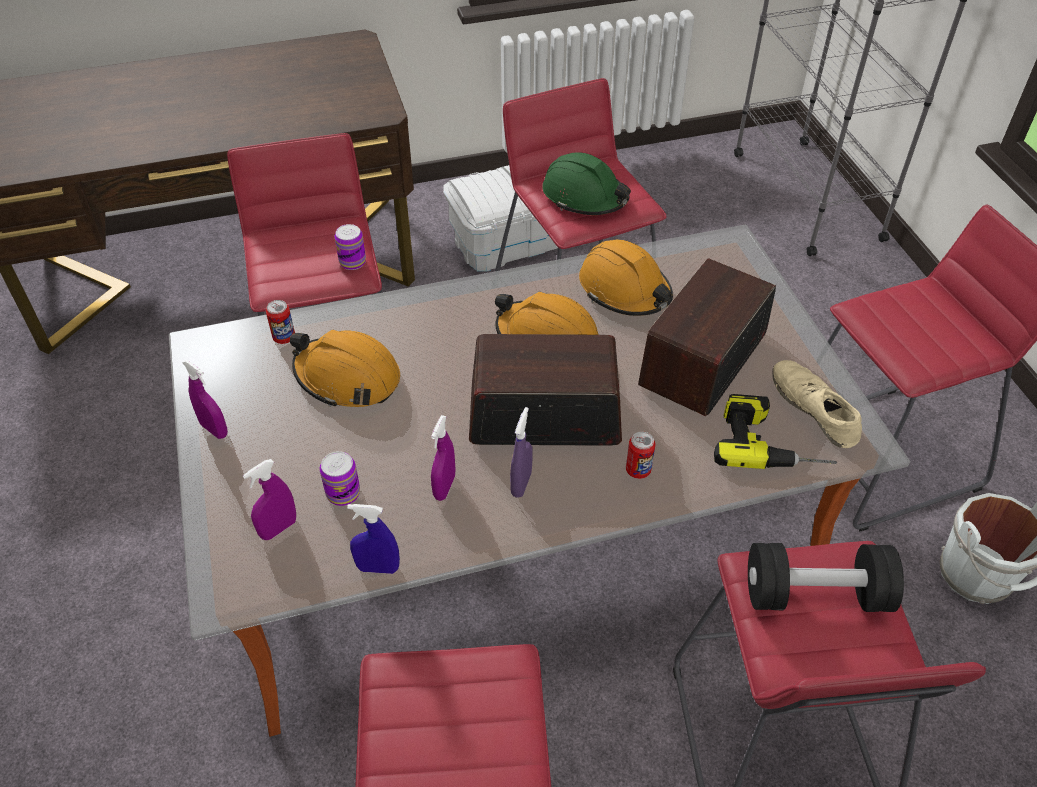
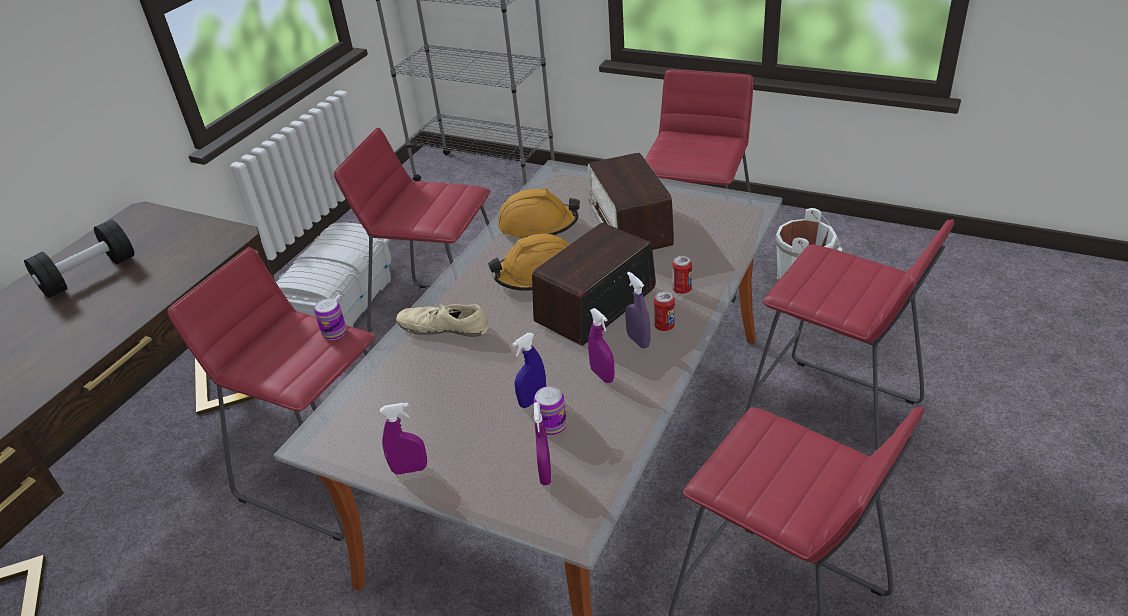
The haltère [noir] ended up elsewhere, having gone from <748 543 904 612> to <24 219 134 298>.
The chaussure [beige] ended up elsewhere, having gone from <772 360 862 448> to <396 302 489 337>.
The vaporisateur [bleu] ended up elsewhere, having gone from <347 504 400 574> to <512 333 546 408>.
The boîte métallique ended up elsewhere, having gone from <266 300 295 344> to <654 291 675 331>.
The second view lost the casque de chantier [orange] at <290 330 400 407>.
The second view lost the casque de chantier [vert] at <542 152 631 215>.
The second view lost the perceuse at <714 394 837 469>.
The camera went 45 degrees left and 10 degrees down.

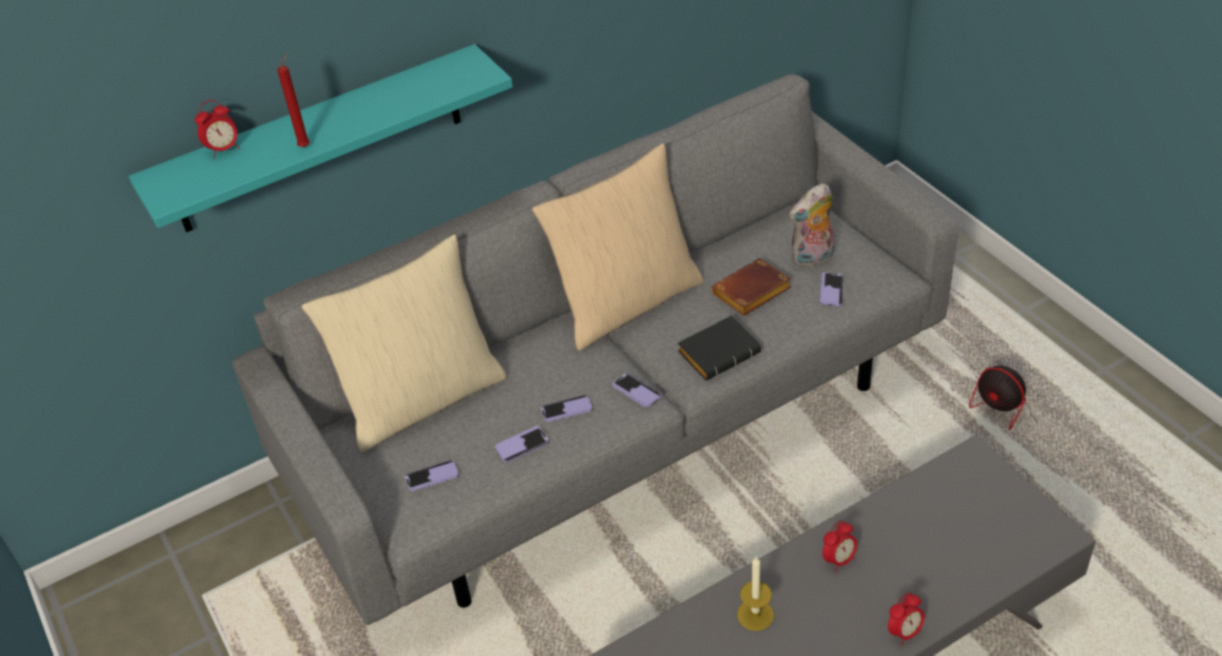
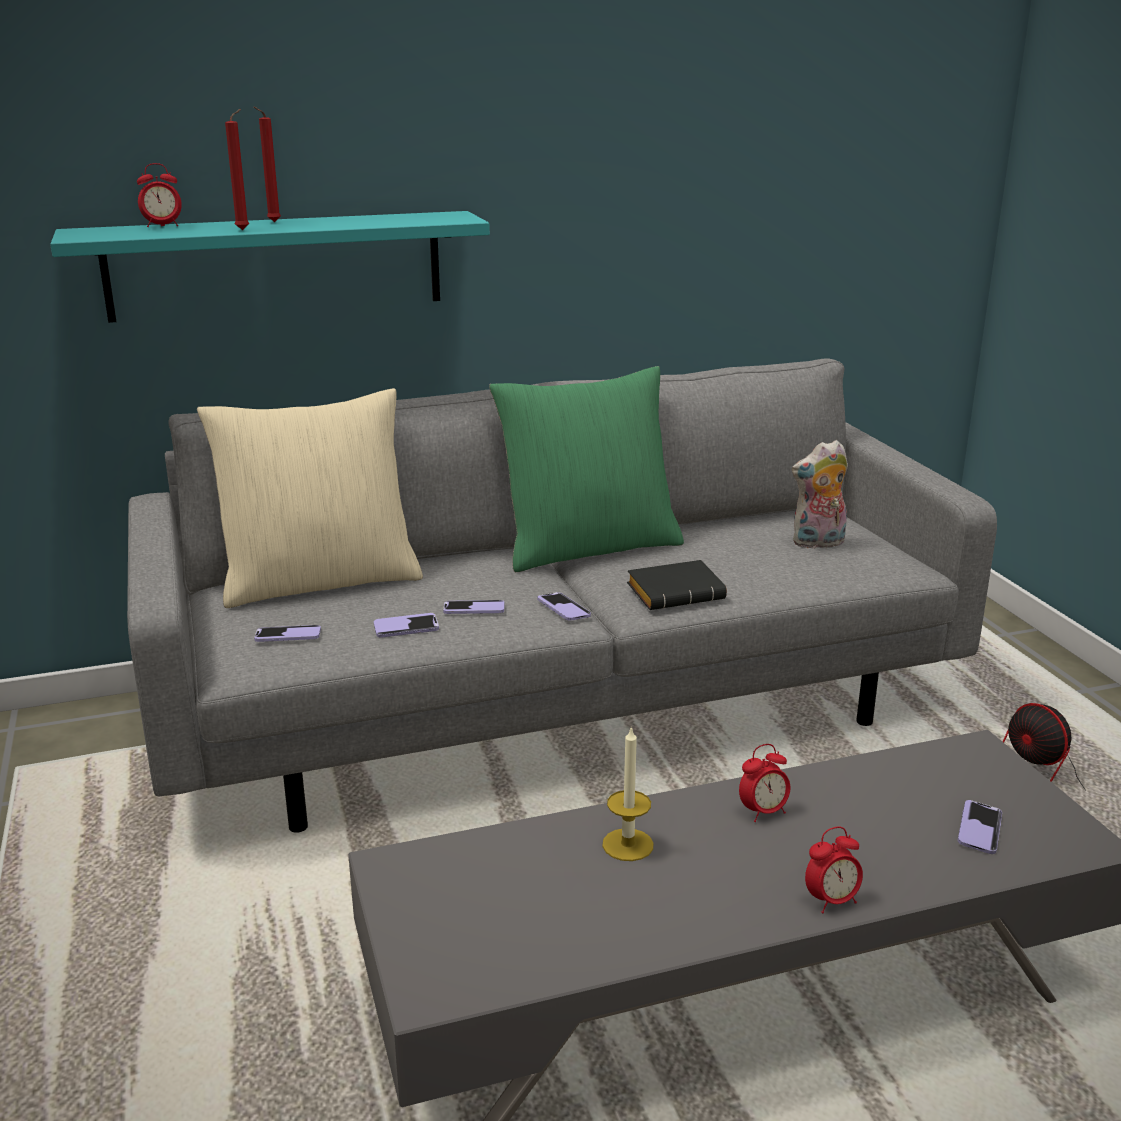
The second view gained the bougie [rouge] at <253 107 281 222>.
What was the coussin [beige] at <532 143 704 351> turned into the coussin [vert] at <489 366 684 572>.
The téléphone ended up elsewhere, having gone from <820 272 844 307> to <957 800 1002 854>.
The second view lost the livre [marron] at <711 258 791 316>.
The camera went 10 degrees right and 20 degrees down.

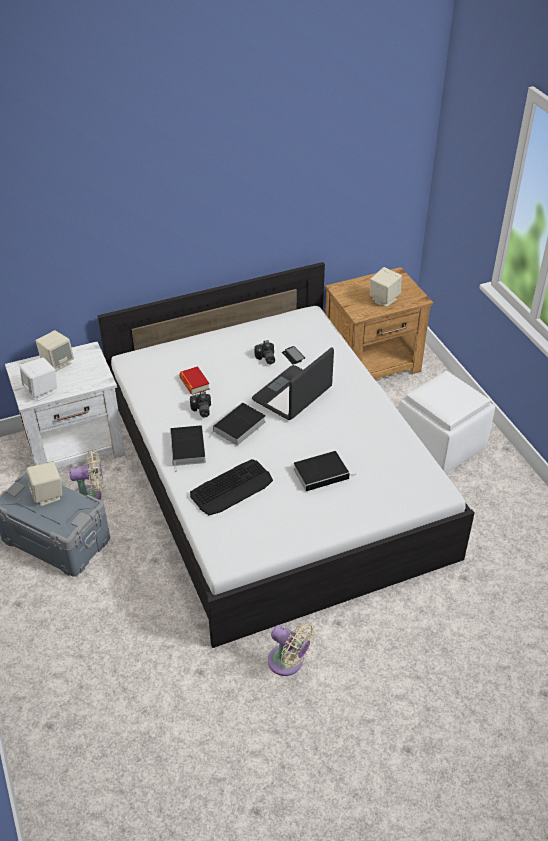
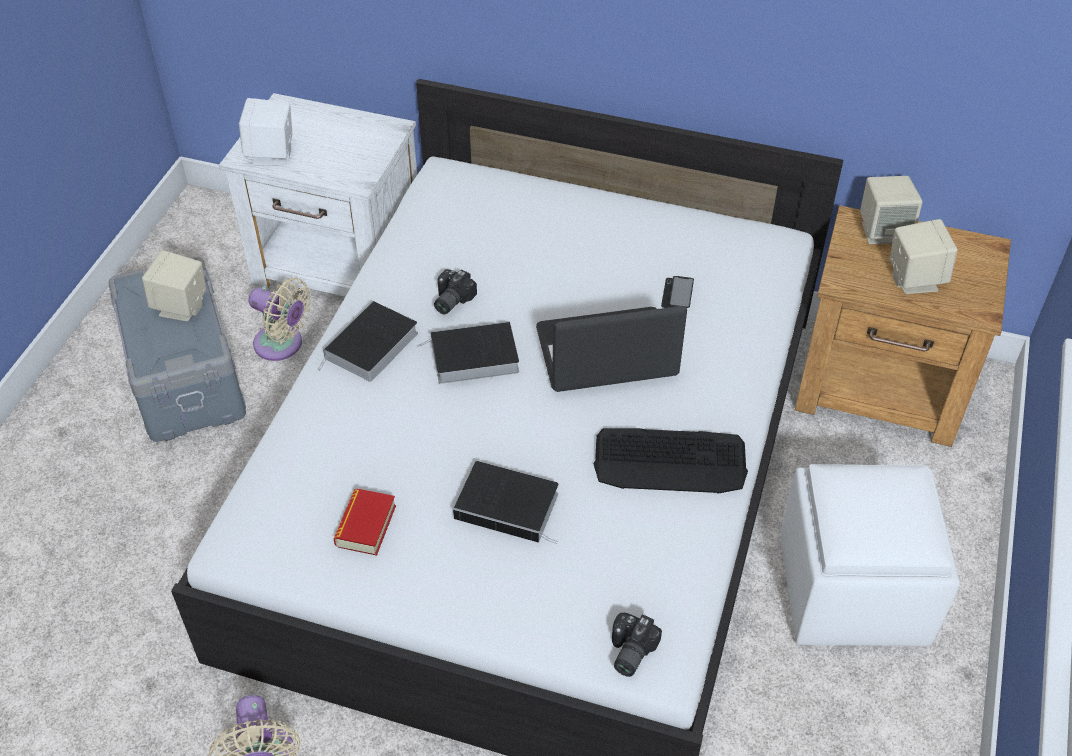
The livre ended up elsewhere, having gone from <179 366 210 395> to <334 489 396 556>.
The clavier ended up elsewhere, having gone from <190 459 273 515> to <593 428 748 493>.
The appareil photo ended up elsewhere, having gone from <254 340 275 364> to <612 613 662 677>.
The enceinte [beige] ended up elsewhere, having gone from <36 330 74 372> to <860 176 923 244>.
The camera went 40 degrees right and 5 degrees up.

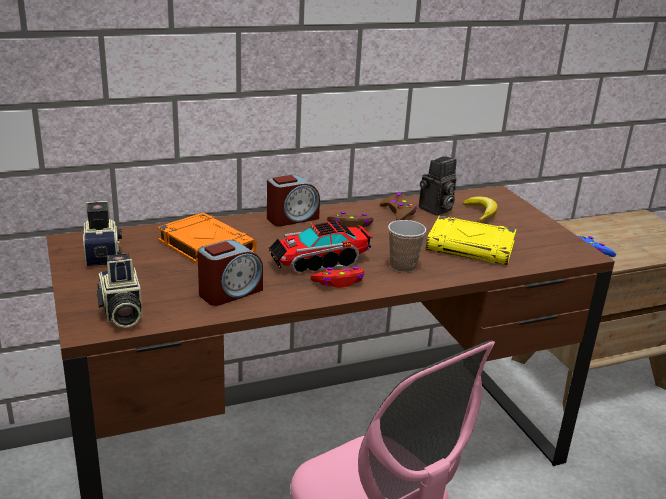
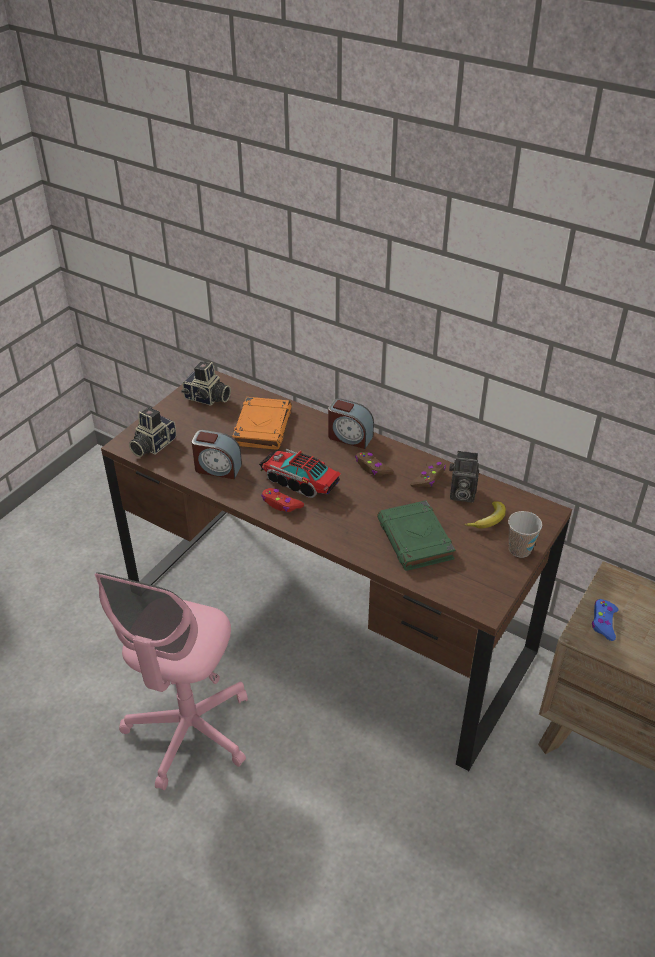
The appareil photo at <83 201 122 267> ended up facing another way, 75 degrees clockwise from before.
What was the livre [jaune] at <426 216 517 265> turned into the livre [vert] at <377 500 455 571>.
The tasse ended up elsewhere, having gone from <388 220 426 273> to <508 511 542 558>.
The camera went 55 degrees right and 15 degrees up.

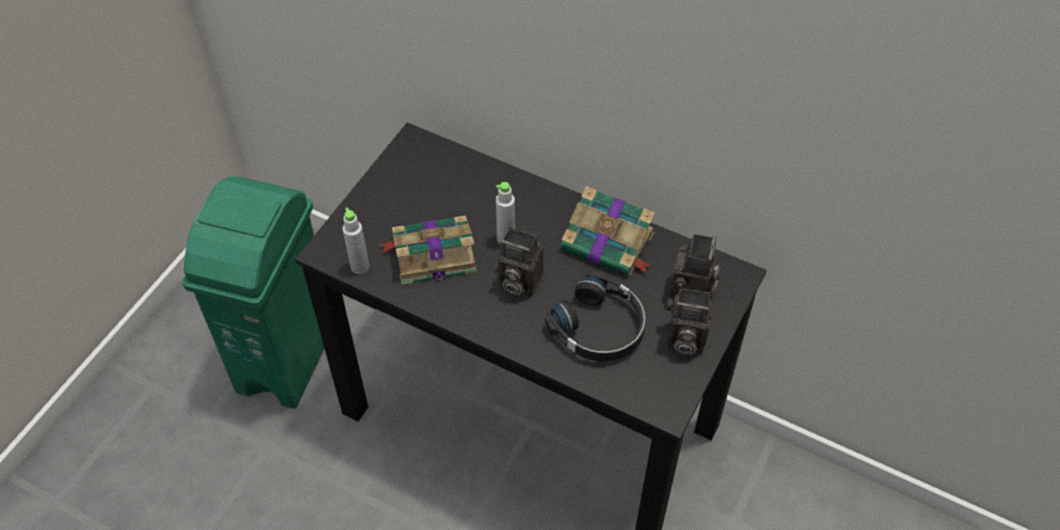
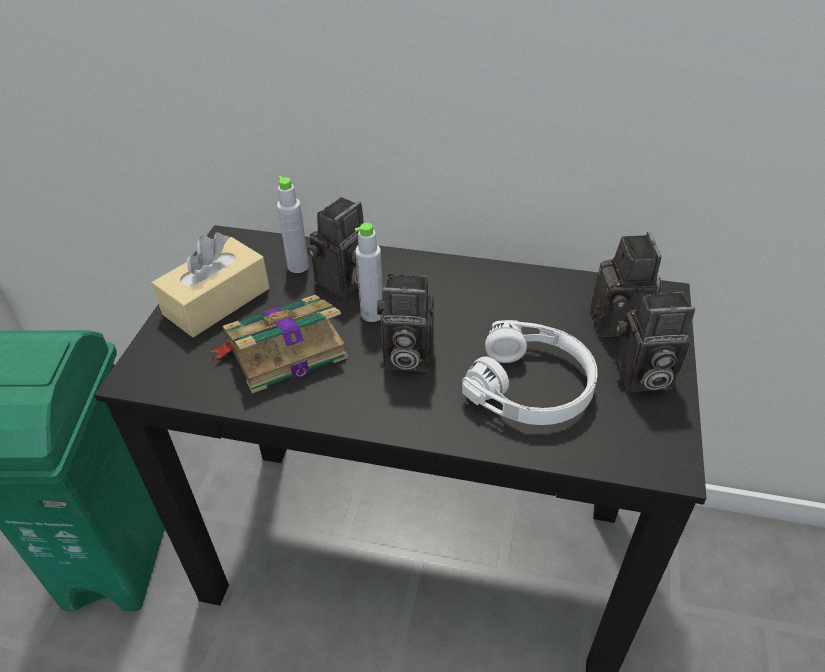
The second view gained the boîte à mouchoirs [beige] at <152 232 270 337>.
The bouteille [gris] ended up elsewhere, having gone from <342 208 369 274> to <277 176 309 273>.
The second view gained the appareil photo at <307 197 364 297>.
What was the casque audio [noir] at <545 272 646 361> turned into the casque audio [blanc] at <462 320 598 425>.
The second view lost the livre at <561 186 655 276>.
The camera went 15 degrees left and 10 degrees down.

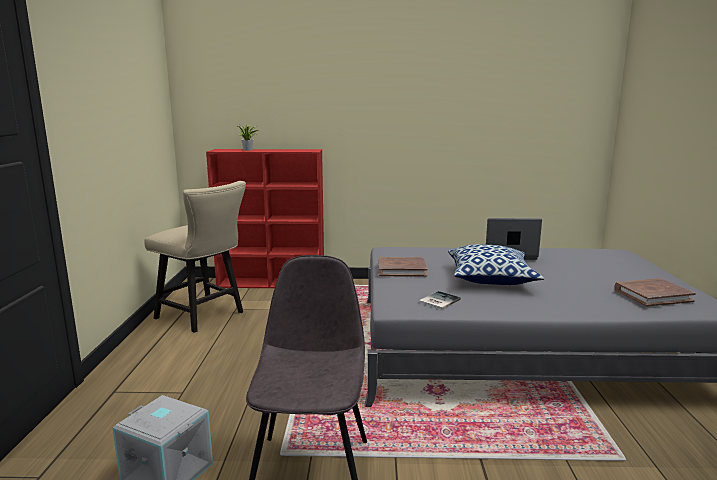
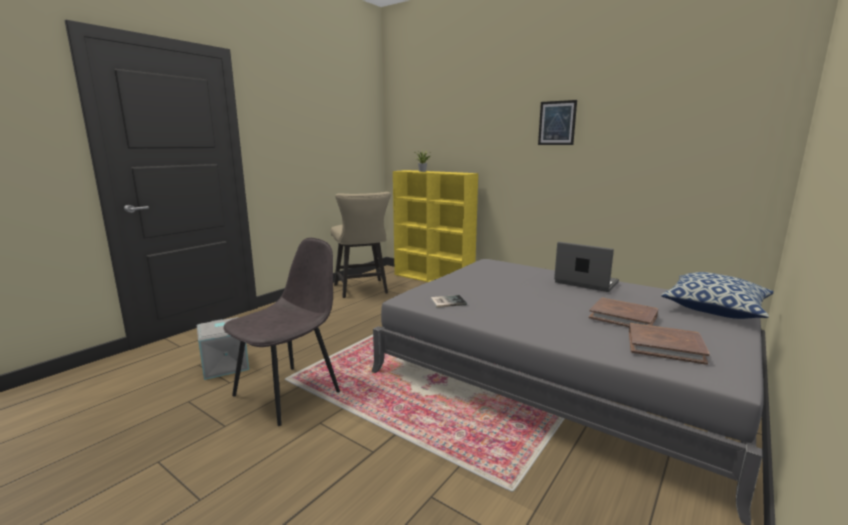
What was the bibliothèque [rouge] at <206 149 324 288> turned into the bibliothèque [jaune] at <393 170 478 282>.
The second view gained the tableau at <538 100 577 145>.
The livre [marron] ended up elsewhere, having gone from <378 257 428 277> to <589 298 658 327>.
The coussin ended up elsewhere, having gone from <448 244 544 285> to <661 272 774 319>.
The camera went 35 degrees right and 0 degrees up.

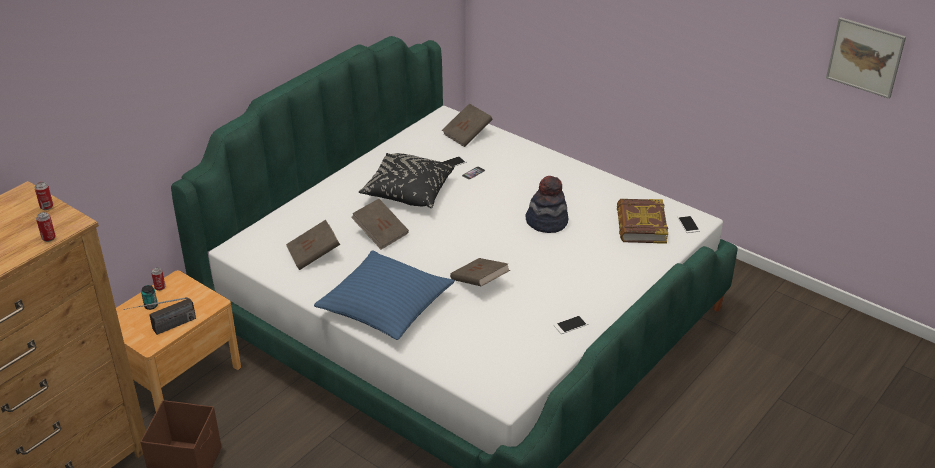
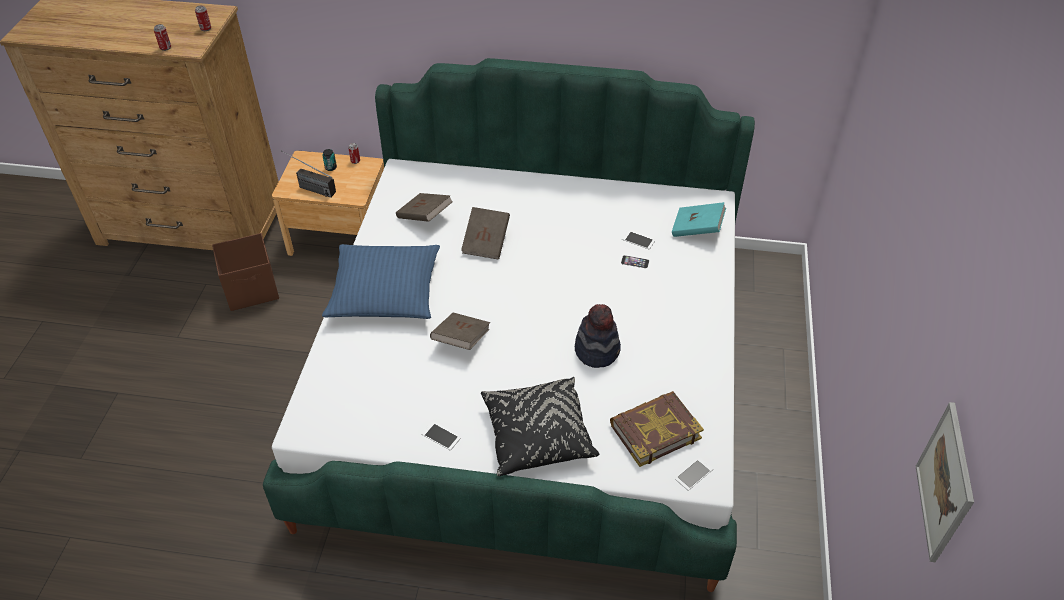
The coussin [noir] ended up elsewhere, having gone from <359 153 455 208> to <481 377 599 476>.
What was the livre [marron] at <442 103 493 147> turned into the livre [turquoise] at <672 202 726 237>.
The camera went 60 degrees right and 10 degrees up.

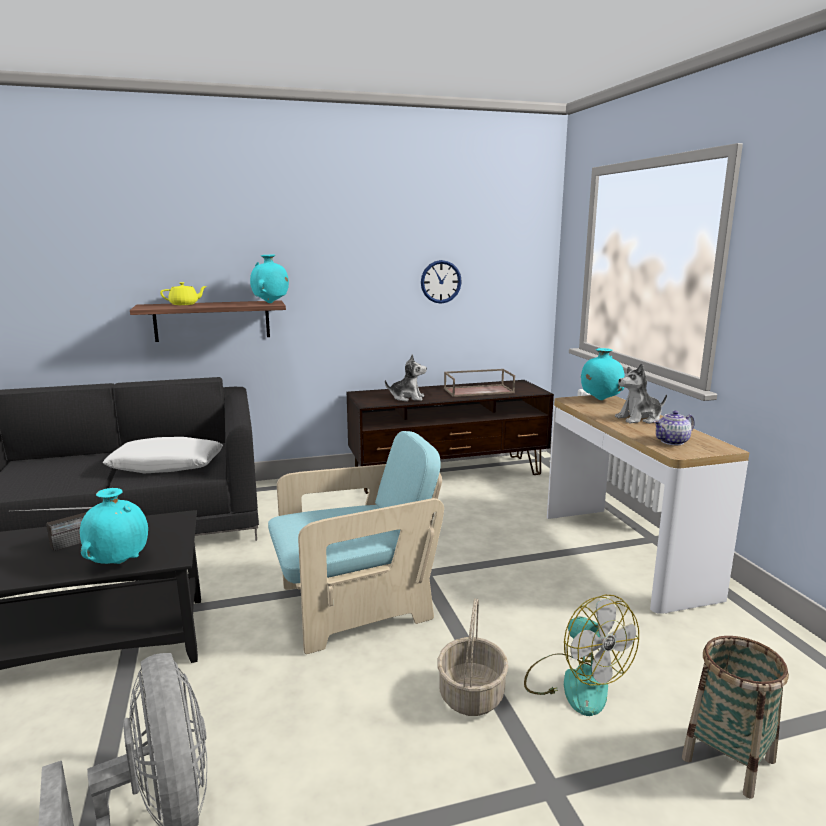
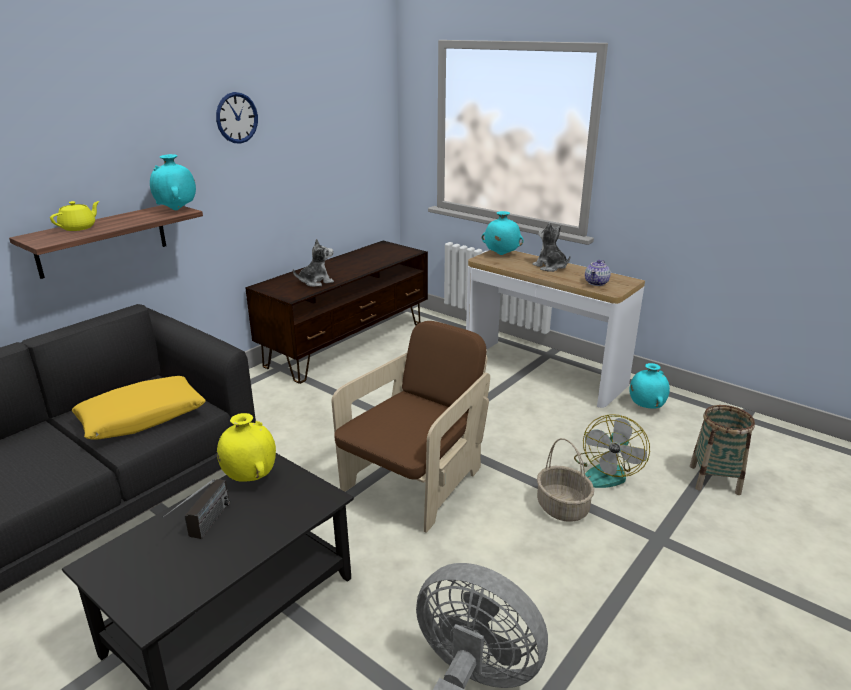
What was the coussin [blanc] at <103 437 223 473> turned into the coussin [jaune] at <72 376 206 440>.
The horloge murale ended up elsewhere, having gone from <421 260 462 304> to <216 92 258 144>.
The second view gained the vase [jaune] at <217 413 276 482>.
What was the fauteuil [turquoise] at <268 431 444 654> turned into the fauteuil [marron] at <332 321 490 533>.
The peluche at <615 363 667 424> ended up facing another way, 105 degrees clockwise from before.
The ventilateur at <524 595 639 716> ended up facing another way, 90 degrees clockwise from before.
The vase [turquoise] ended up elsewhere, having gone from <80 488 148 564> to <630 363 670 409>.
The second view lost the plateau [marron] at <444 369 515 397>.
The camera went 35 degrees left and 10 degrees up.

